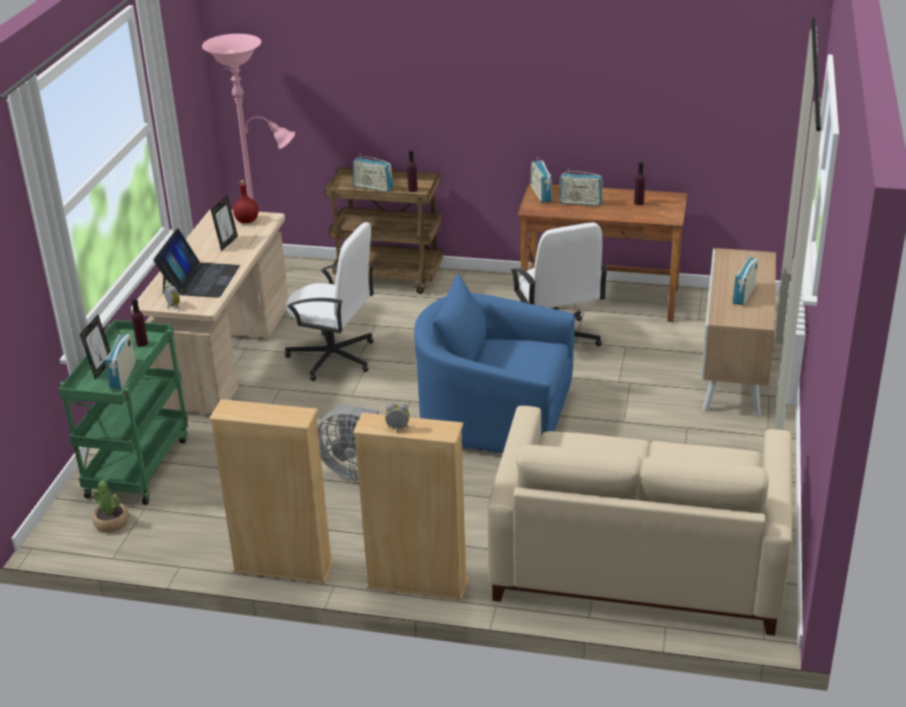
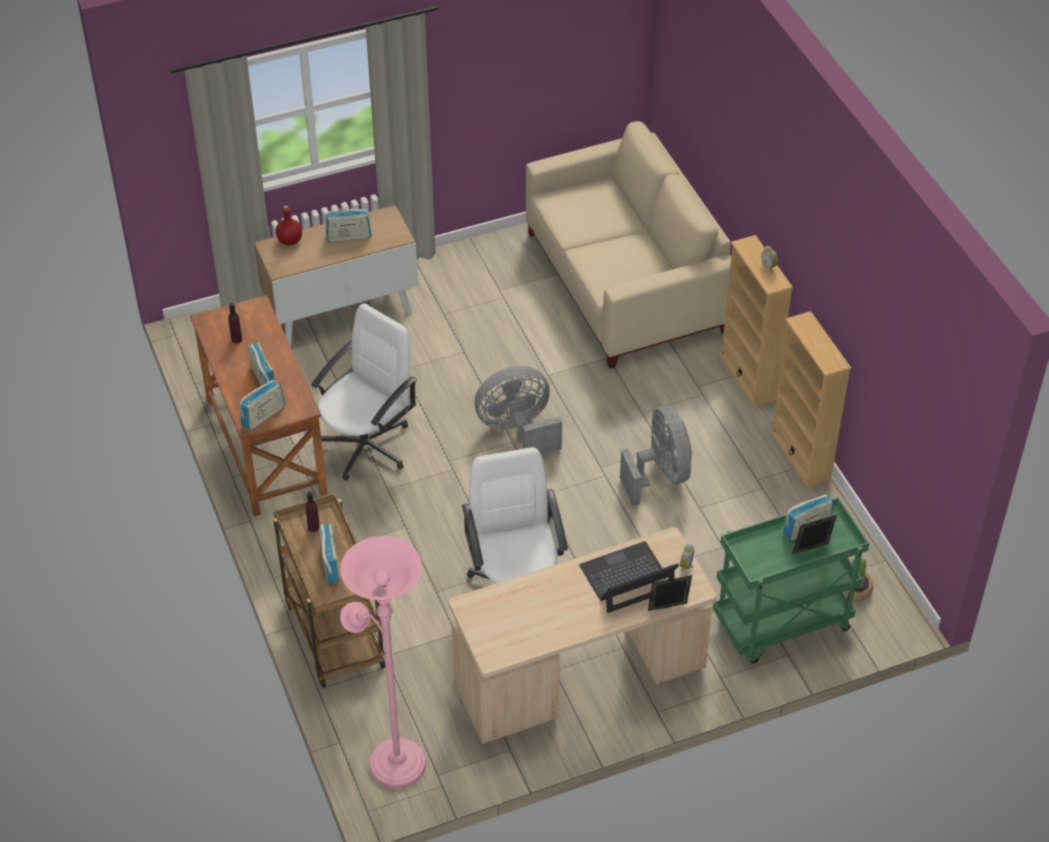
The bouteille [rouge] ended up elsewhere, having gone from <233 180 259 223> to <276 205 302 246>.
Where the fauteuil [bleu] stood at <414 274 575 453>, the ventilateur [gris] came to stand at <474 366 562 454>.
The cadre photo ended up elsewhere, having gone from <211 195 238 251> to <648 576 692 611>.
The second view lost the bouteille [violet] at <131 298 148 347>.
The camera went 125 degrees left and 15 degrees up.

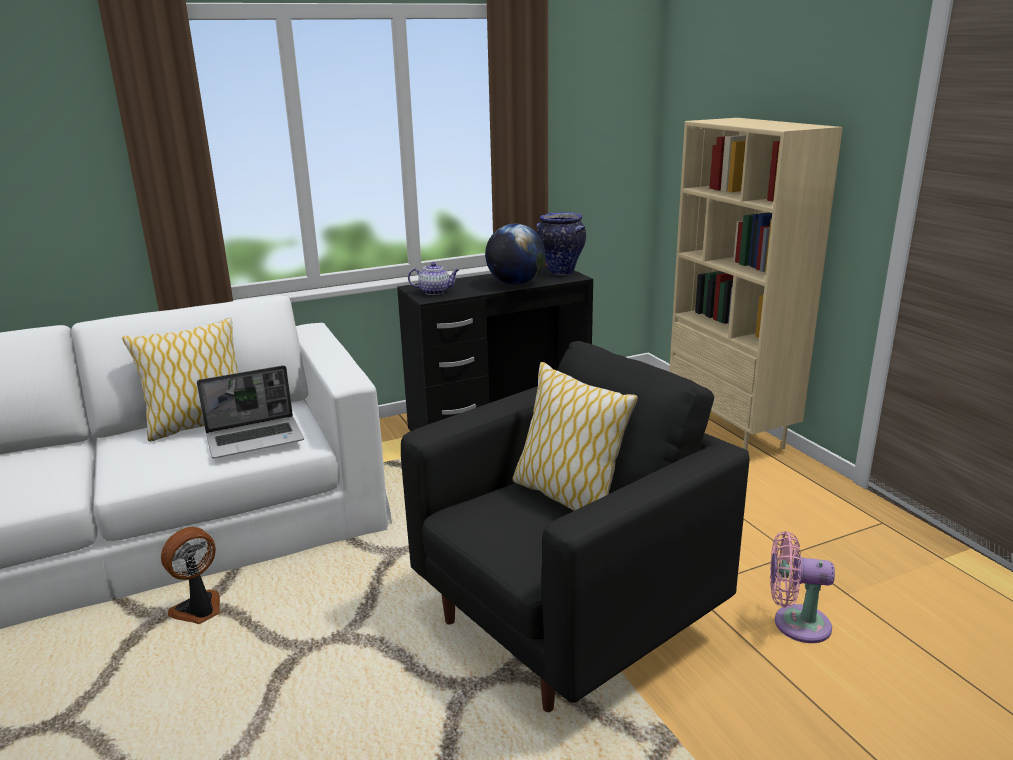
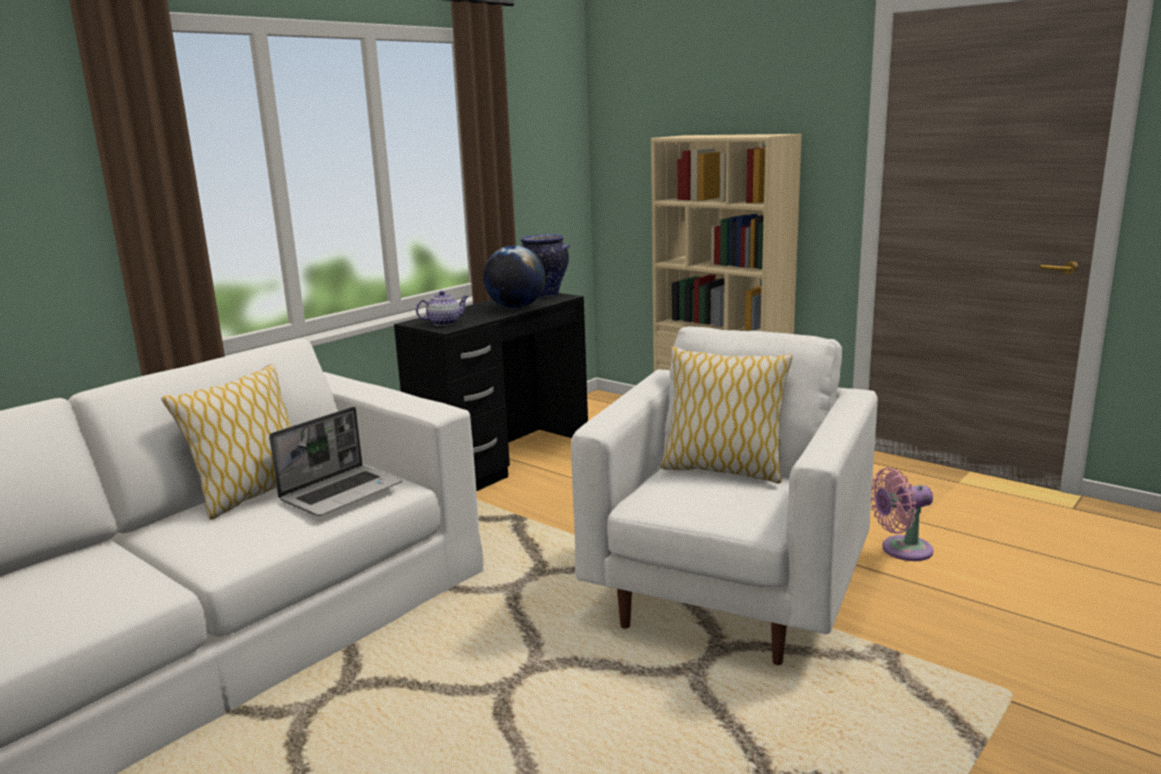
What was the fauteuil [noir] at <401 341 749 712> turned into the fauteuil [blanc] at <571 327 878 665>.
The second view lost the ventilateur at <161 527 220 624>.
The camera went 25 degrees left and 5 degrees down.

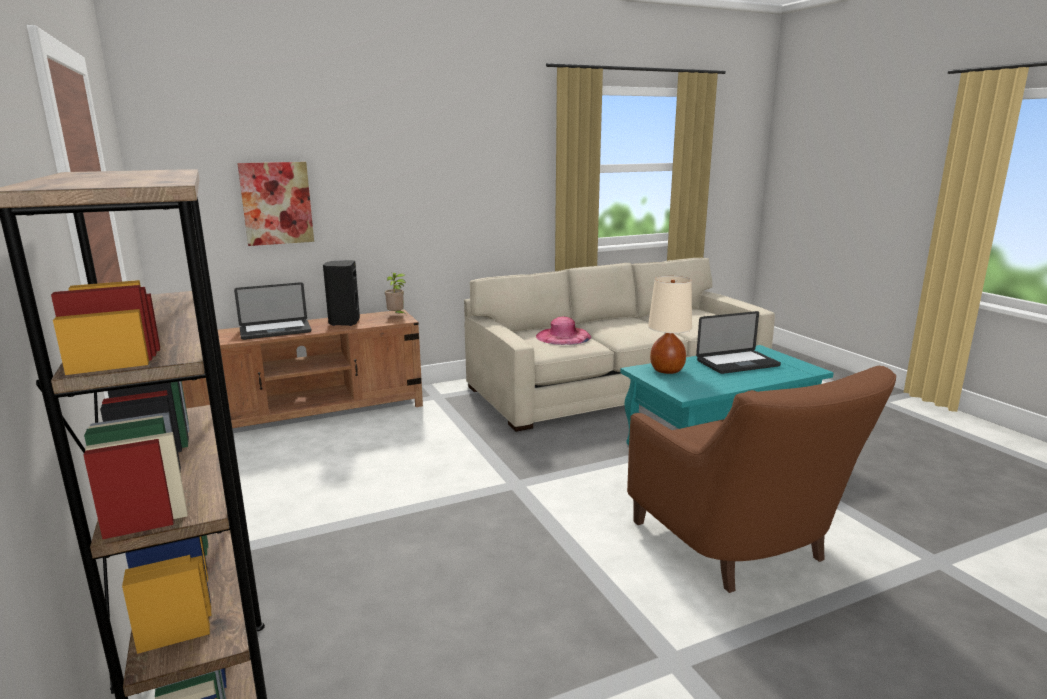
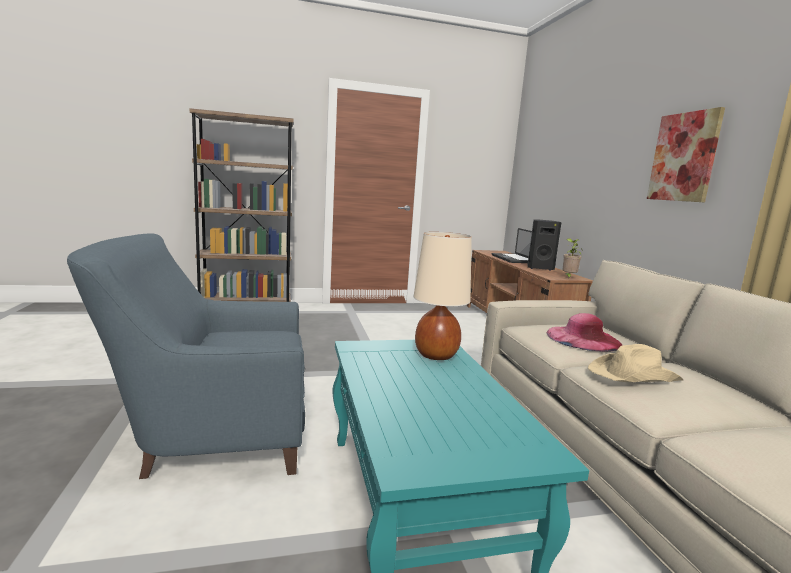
What was the fauteuil [marron] at <627 366 896 593> turned into the fauteuil [bleu] at <67 233 305 479>.
The second view gained the chapeau [beige] at <588 344 684 382>.
The tableau ended up elsewhere, having gone from <237 162 314 246> to <647 107 725 202>.
The second view lost the ordinateur portable at <696 311 781 374>.
The camera went 100 degrees right and 5 degrees down.

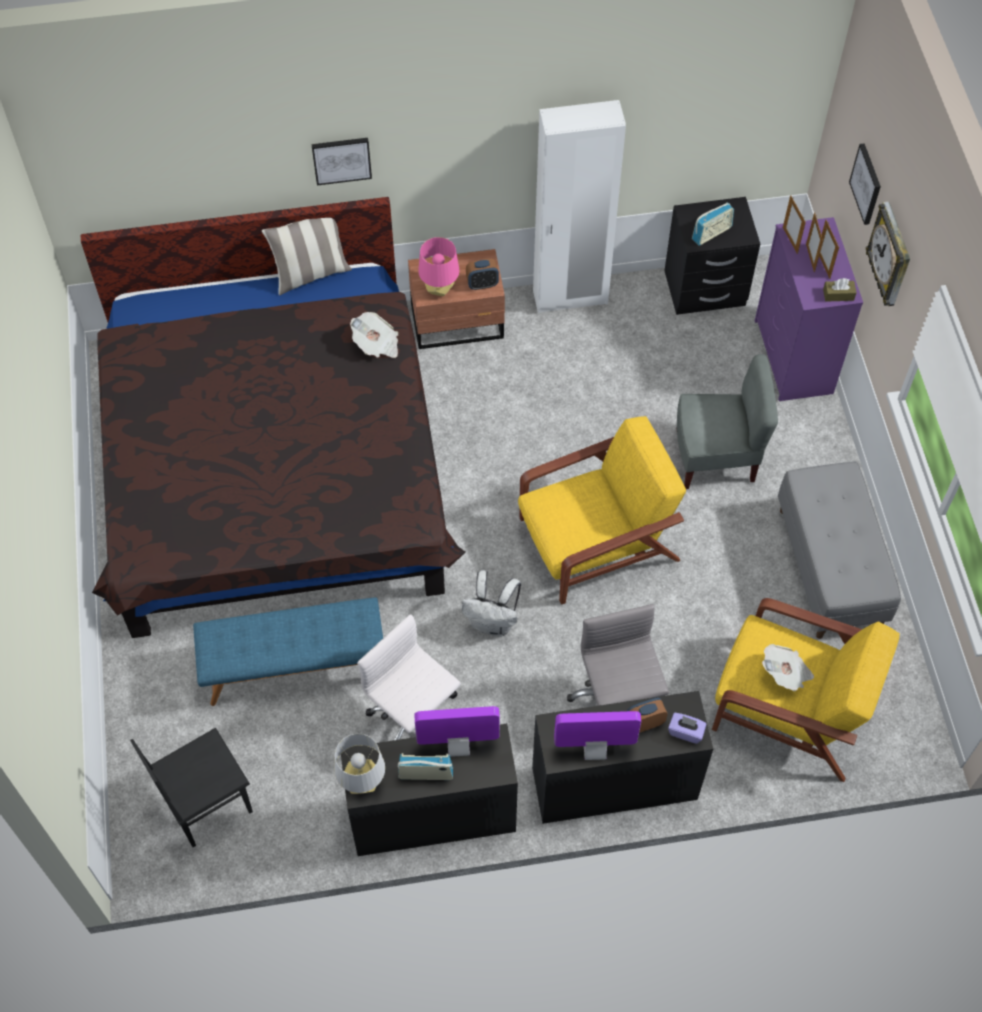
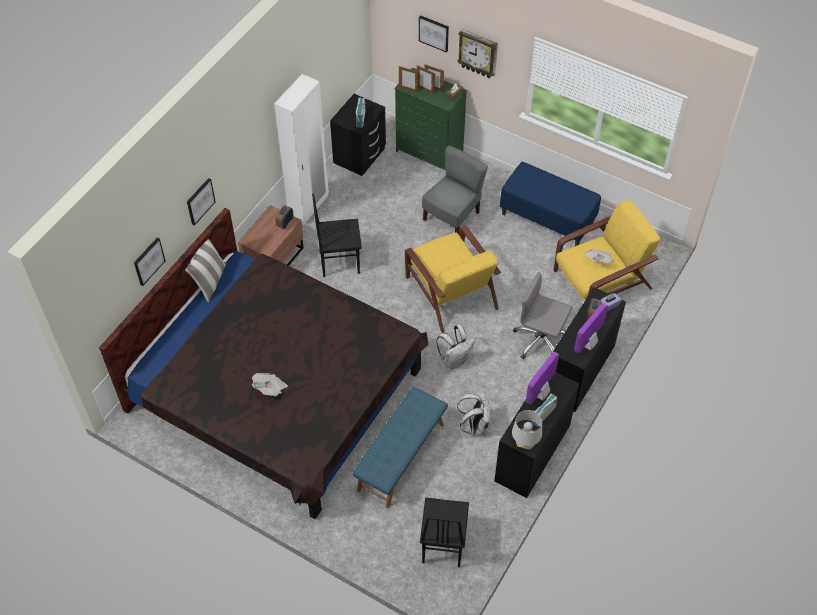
The second view gained the tableau at <134 238 166 286>.
The journal ended up elsewhere, having gone from <350 312 398 358> to <252 373 288 396>.
The second view gained the chaise [noir] at <312 193 362 277>.
What was the commode [violet] at <755 217 863 401> turned into the commode [vert] at <395 67 467 170>.
The fauteuil [jaune] at <518 416 686 605> ended up facing another way, 135 degrees clockwise from before.
Where the chaise de bureau [blanc] stood at <357 614 461 740>, the sac à dos [blanc] came to stand at <457 392 491 436>.
What was the banc [gris] at <778 461 901 639> turned into the banc [bleu] at <500 162 601 246>.
The second view lost the lampe de table [rose] at <418 237 459 296>.
The camera went 50 degrees left and 5 degrees down.

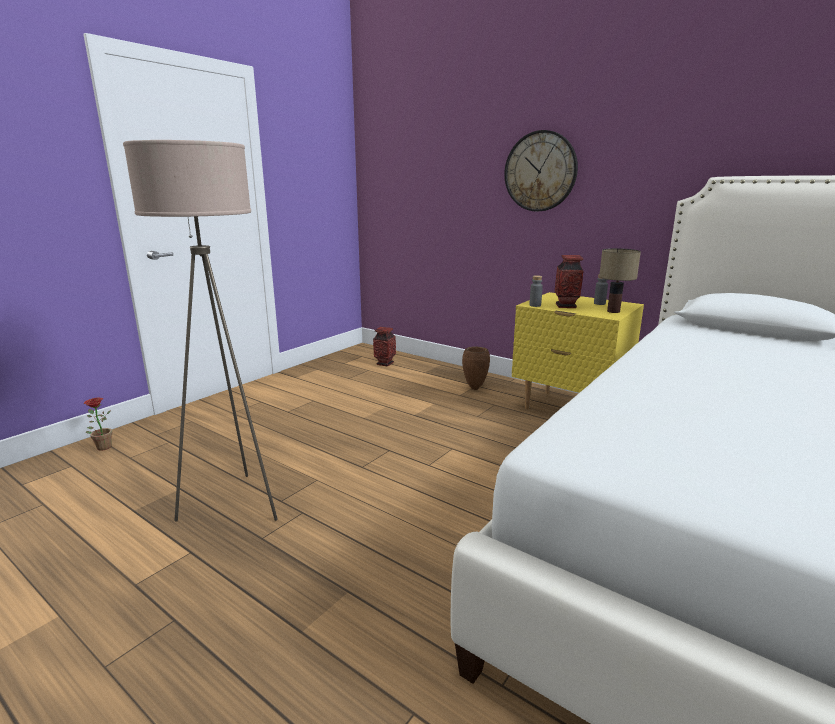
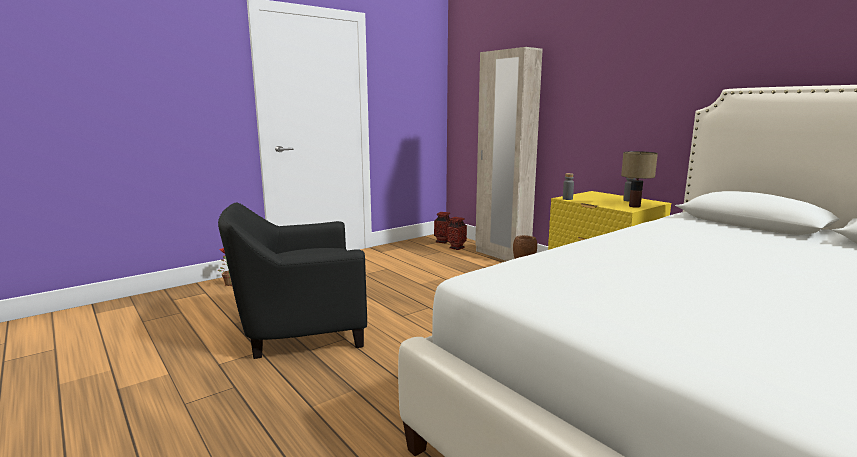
Where the lampadaire [beige] stood at <123 140 278 522>, the fauteuil [noir] came to stand at <218 202 367 359>.
The vase ended up elsewhere, having gone from <554 255 584 308> to <434 212 451 243>.
The second view gained the armoire [beige] at <475 47 543 261>.
The second view lost the horloge murale at <504 130 578 211>.
The camera went 15 degrees right and 5 degrees down.

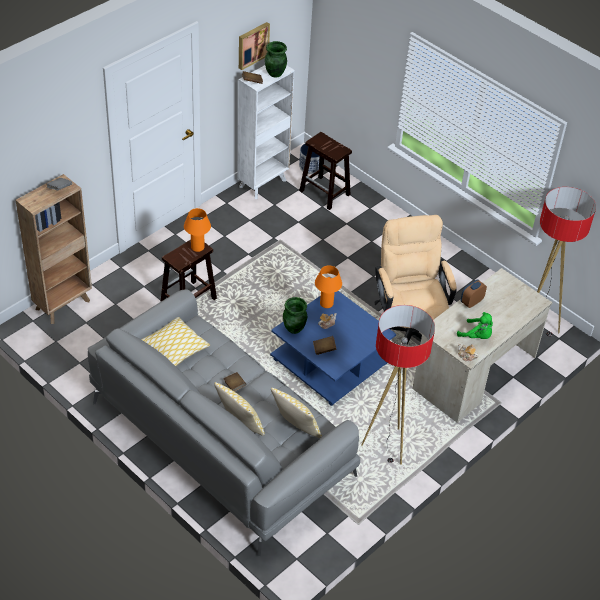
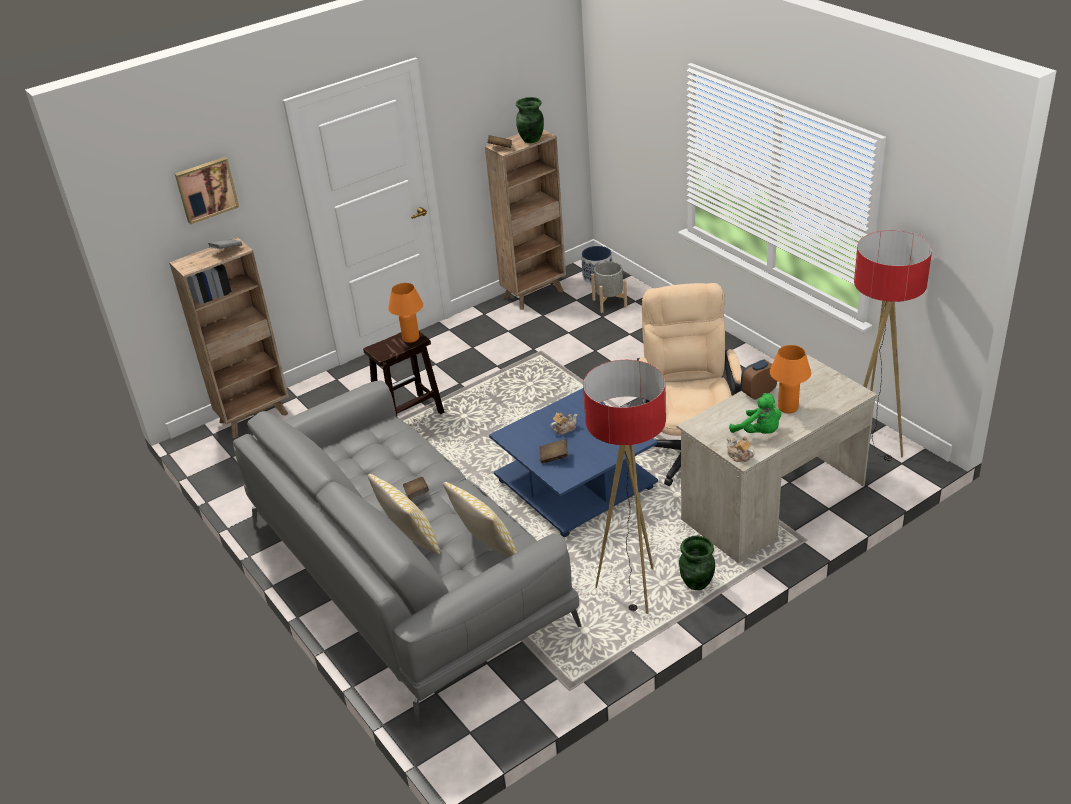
The tableau ended up elsewhere, having gone from <239 22 270 70> to <175 157 239 225>.
What was the bibliothèque [blanc] at <237 65 295 199> turned into the bibliothèque [marron] at <485 130 566 310>.
Where the tabouret [marron] stood at <299 132 352 210>, the cache-pot [gris] came to stand at <591 262 627 313>.
The vase [vert] ended up elsewhere, having gone from <283 297 307 334> to <679 536 715 590>.
The lampe de table [orange] ended up elsewhere, having gone from <315 265 342 308> to <770 345 811 413>.
The second view lost the coussin at <142 317 210 366>.
The camera went 15 degrees right and 10 degrees down.

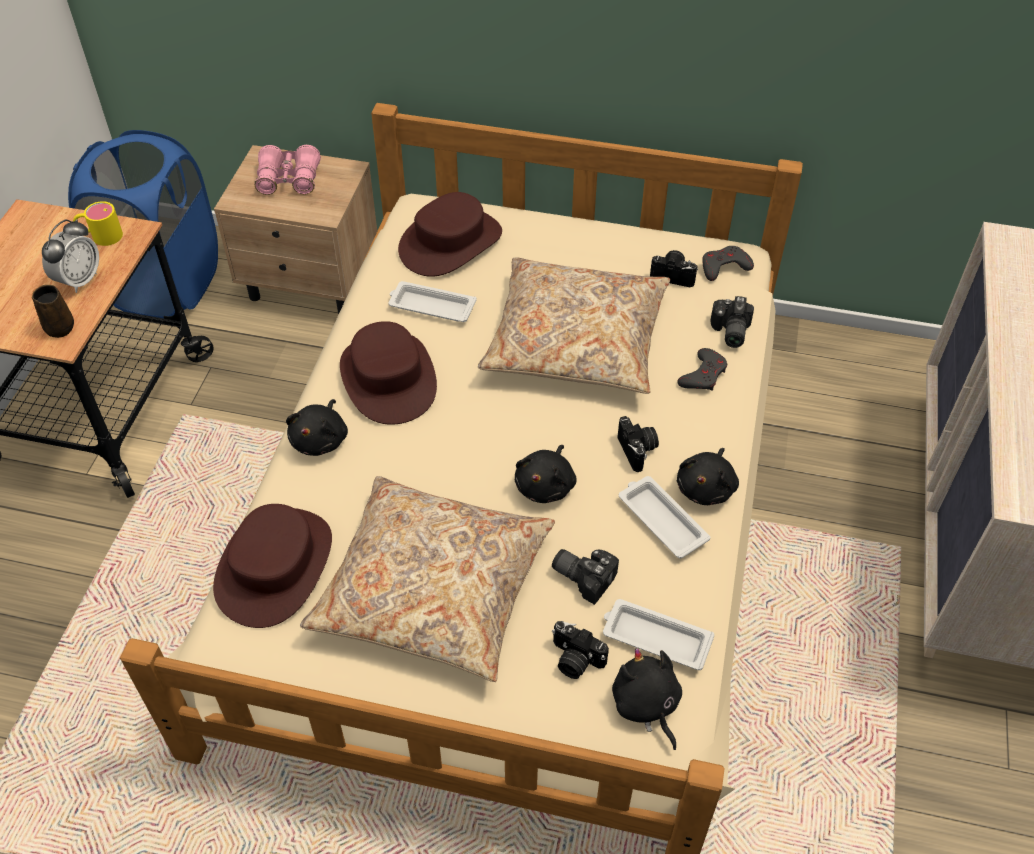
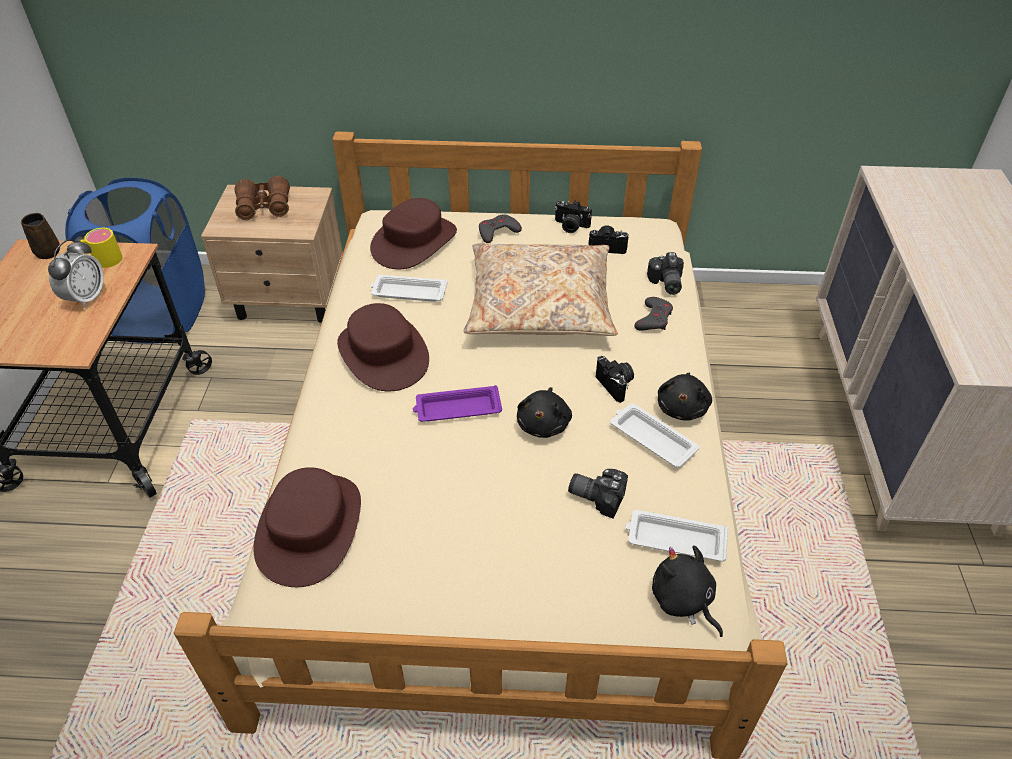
The mug [marron] ended up elsewhere, having gone from <32 285 74 338> to <21 213 60 259>.
What was the jumelles [rose] at <254 145 321 195> turned into the jumelles [marron] at <235 176 290 220>.
The second view gained the plateau [violet] at <413 385 502 422>.
The manette [gris] ended up elsewhere, having gone from <702 246 754 281> to <479 214 522 243>.
The appareil photo ended up elsewhere, having gone from <552 621 609 679> to <555 201 592 233>.
The second view lost the peluche [noir] at <286 399 348 456>.
The second view lost the coussin [beige] at <300 476 555 682>.
The camera went 10 degrees left and 5 degrees down.

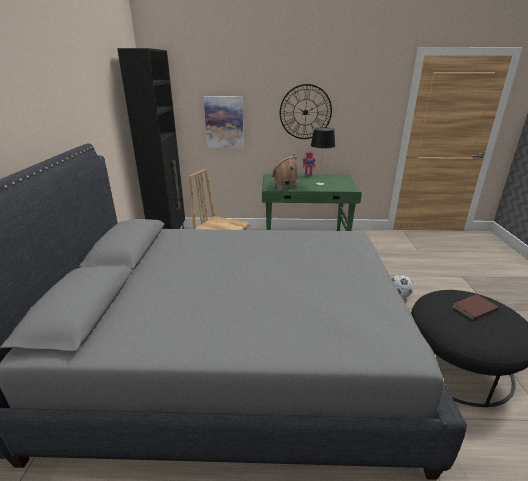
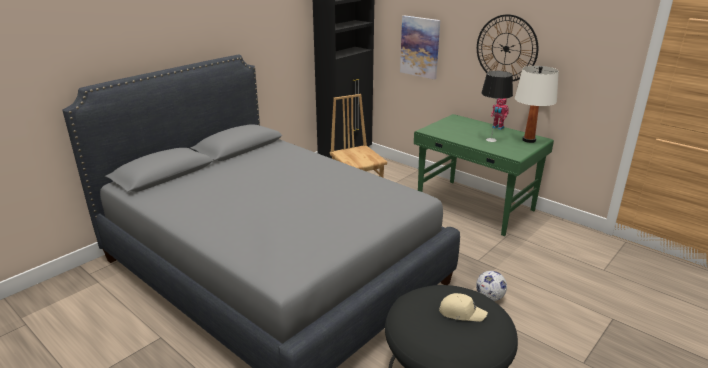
Where the livre [marron] stood at <452 294 499 320>, the casquette [beige] came to stand at <439 293 488 322>.
The second view gained the lampe de table [blanc] at <515 66 559 143>.
The second view lost the maison miniature at <272 154 298 190>.
The camera went 40 degrees right and 0 degrees up.

